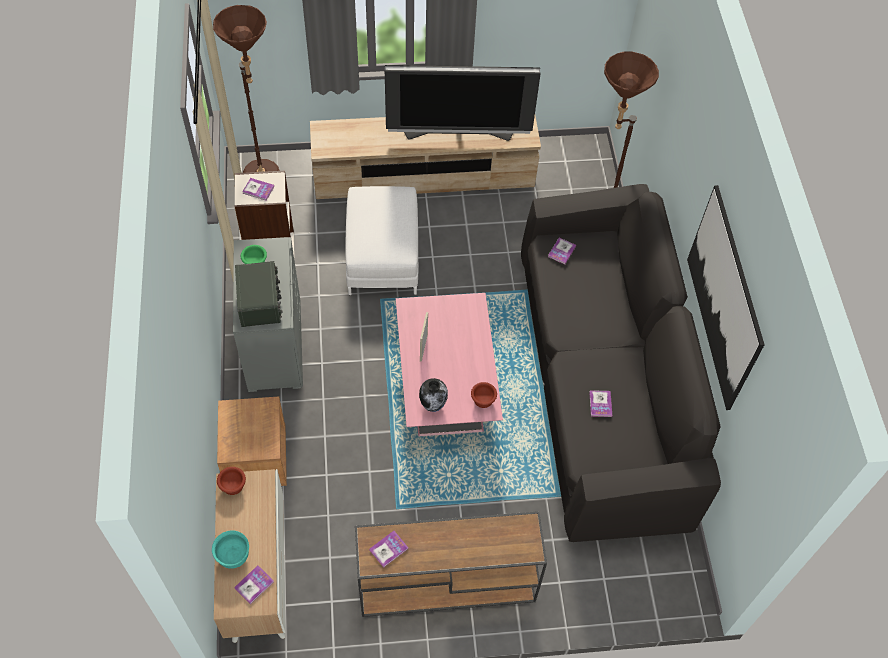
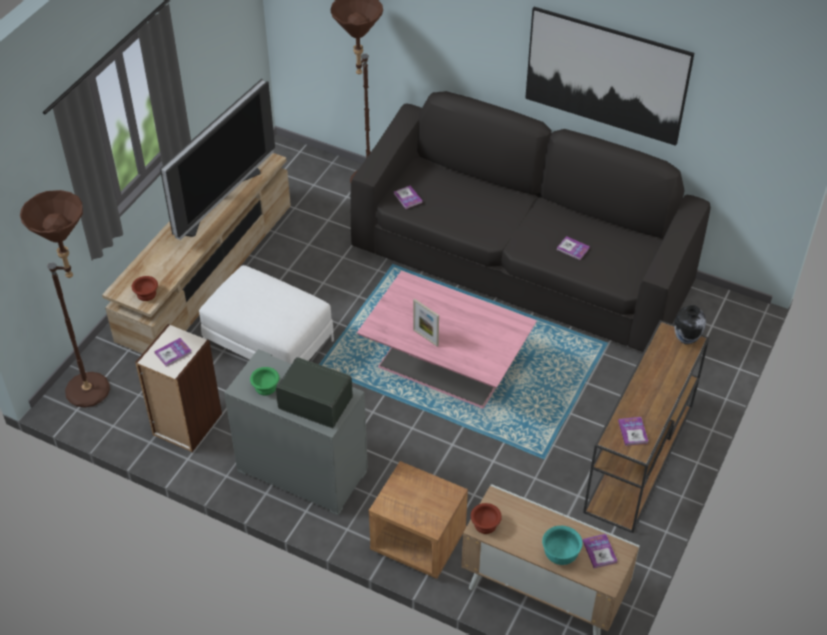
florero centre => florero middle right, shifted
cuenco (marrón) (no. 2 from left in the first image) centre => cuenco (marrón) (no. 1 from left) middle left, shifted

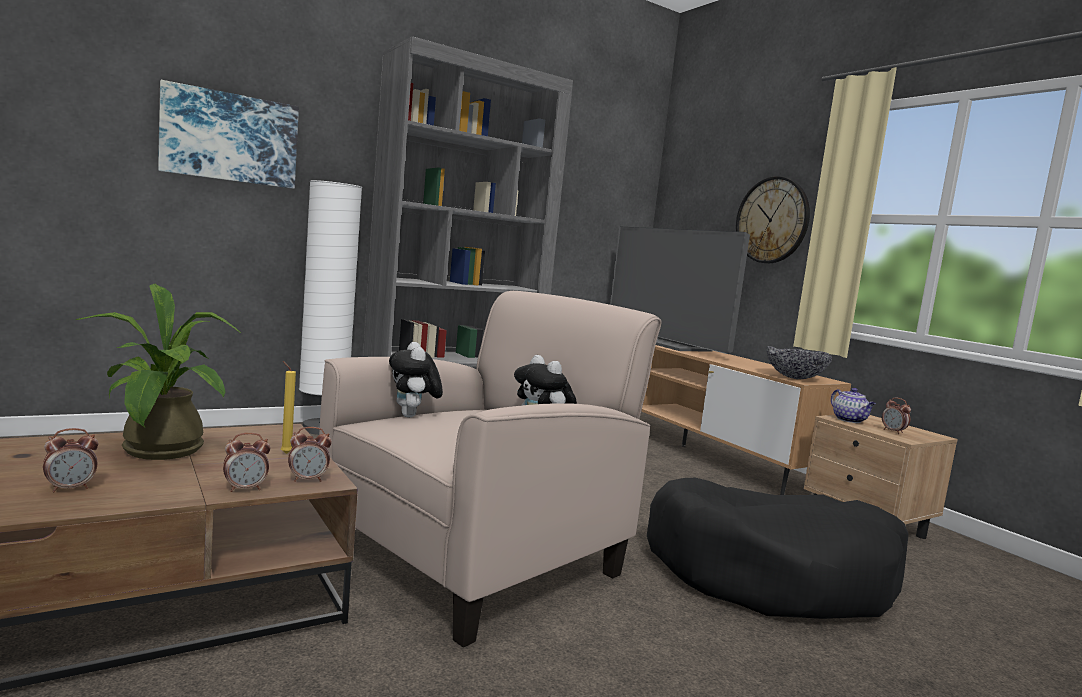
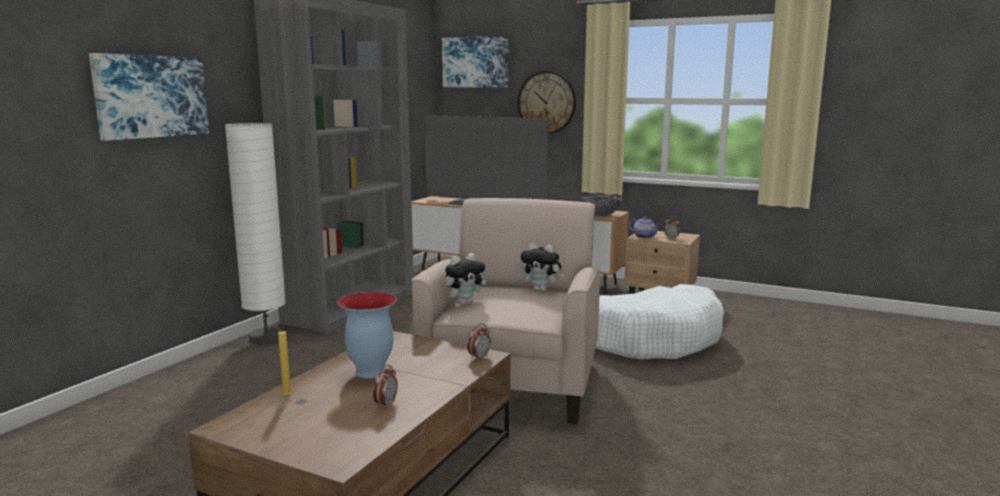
despertador (no. 2 from left) middle left => nothing
nothing => cuadro (no. 2 from left) top centre
vela (amarillo) middle left => vela (amarillo) bottom left, shifted
planta en maceta middle left => florero bottom centre
cama para perro (negro) bottom right => cama para perro (blanco) centre
peluche (no. 1 from left) centre, 75 degrees counterclockwise

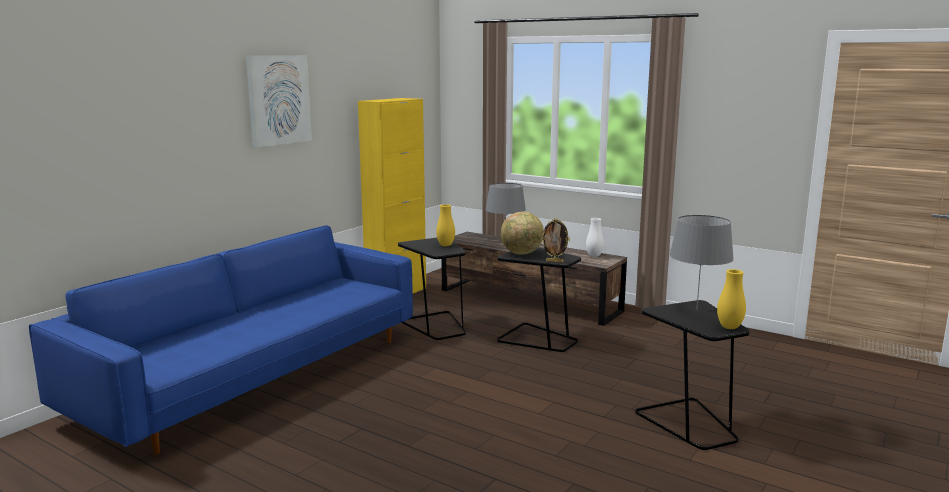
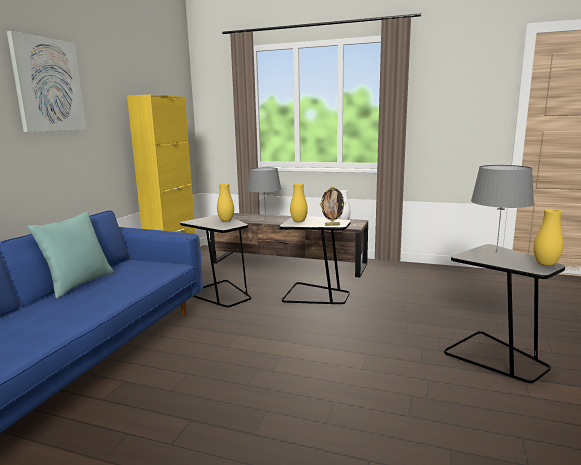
nothing => cojín (turquesa) middle left
globo terráqueo centre => florero (amarillo) (no. 2 from left) centre

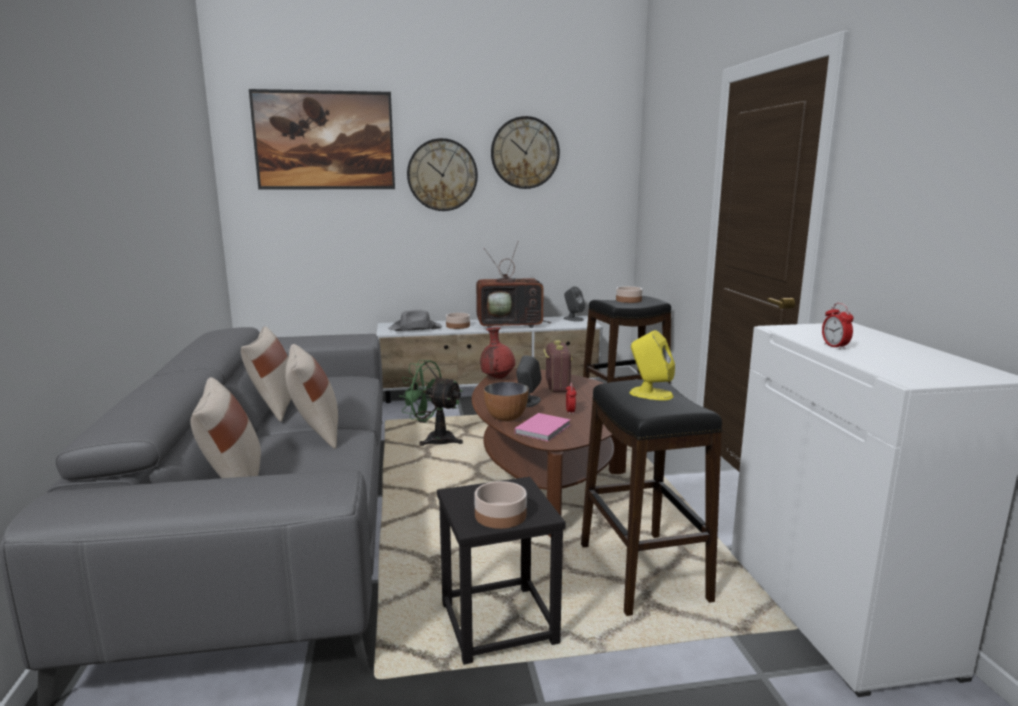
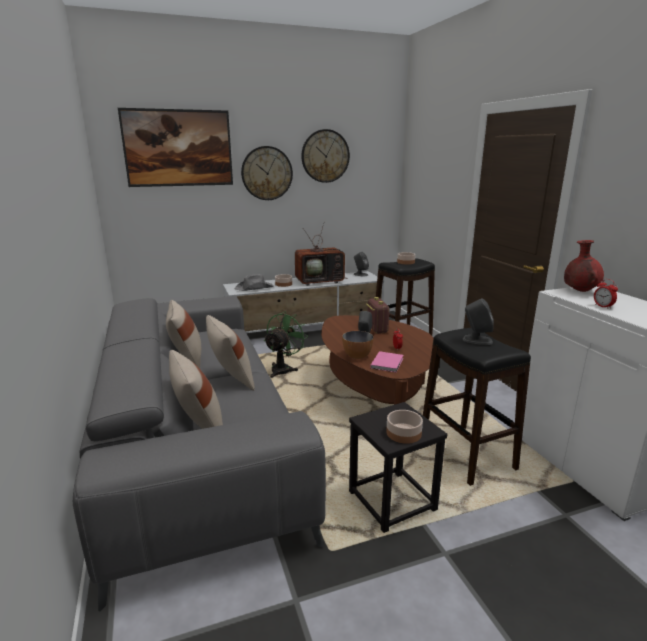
florero (rojo) centre => florero (rojo) middle right, shifted
altavoz (amarillo) centre => altavoz (gris) (no. 3 from left) middle right
ventilador (verde) centre, 105 degrees clockwise

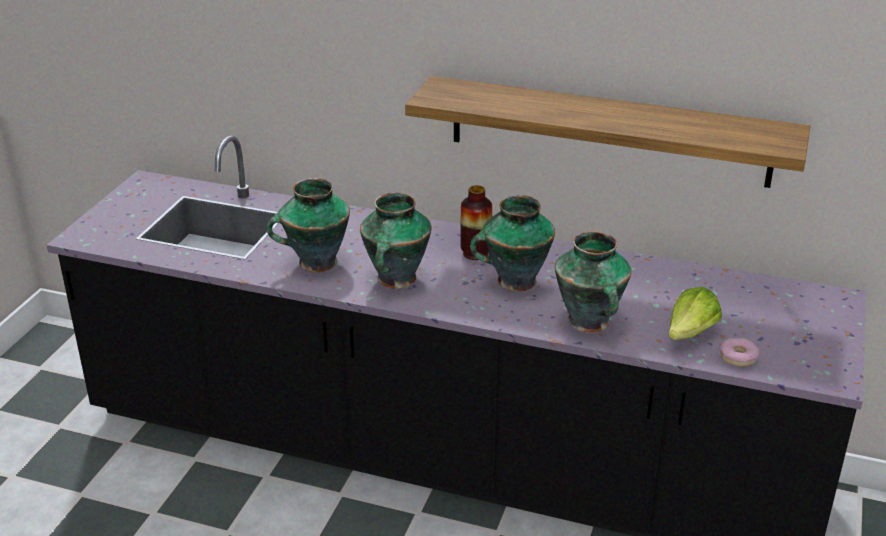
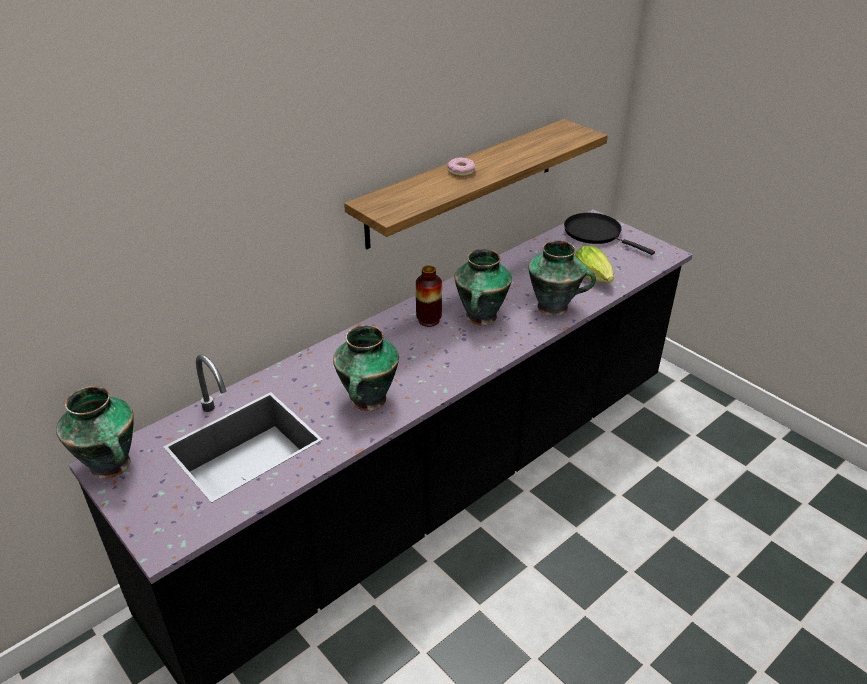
nothing => sartén (negro) middle right
florero (no. 2 from left in the first image) centre => florero (no. 1 from left) middle left, shifted
rosquilla middle right => rosquilla top centre, shifted

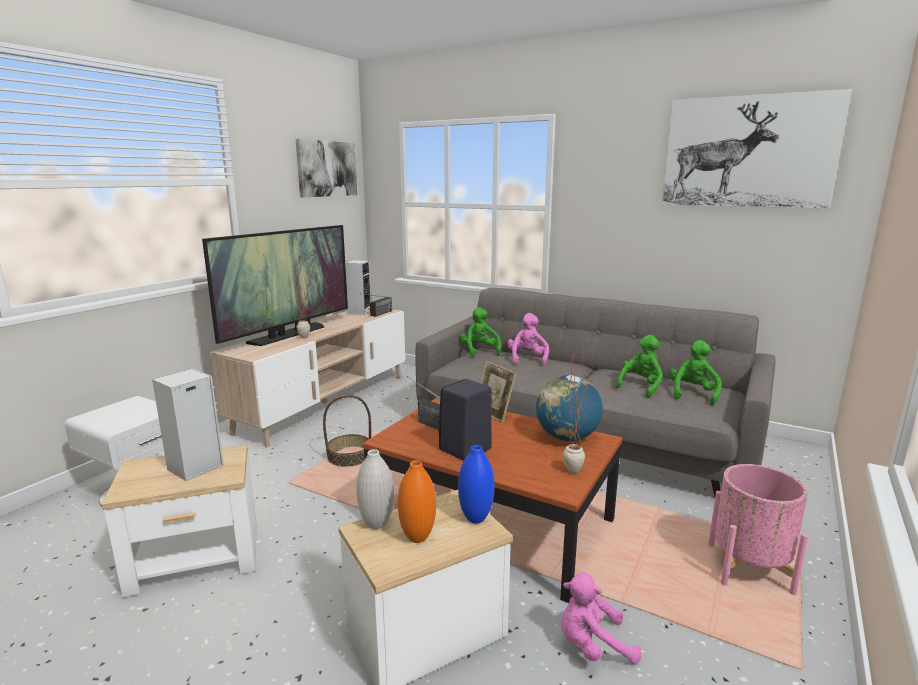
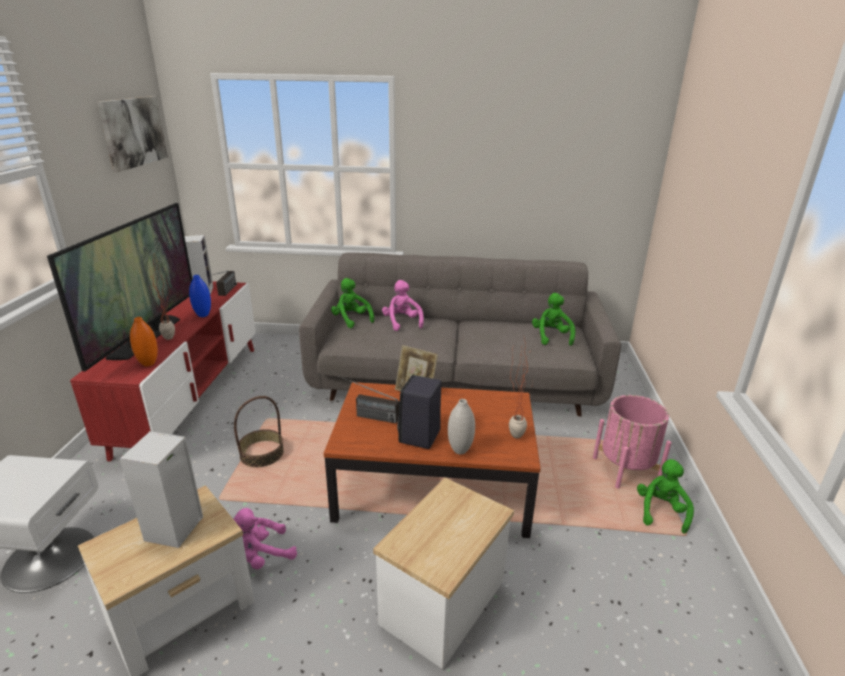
globo terráqueo centre => nothing
cuadro (no. 2 from left) top right => nothing
florero (blanco) bottom centre => florero (blanco) centre, shifted
florero (naranja) bottom centre => florero (naranja) middle left, shifted
florero (azul) bottom centre => florero (azul) middle left, shifted
peluche (rosa) (no. 2 from left in the first image) bottom centre => peluche (rosa) (no. 1 from left) bottom left, shifted
peluche (verde) (no. 2 from left in the first image) middle right => peluche (verde) (no. 3 from left) bottom right, shifted
mueble de televisión (beis) centre => mueble de televisión (rojo) middle left

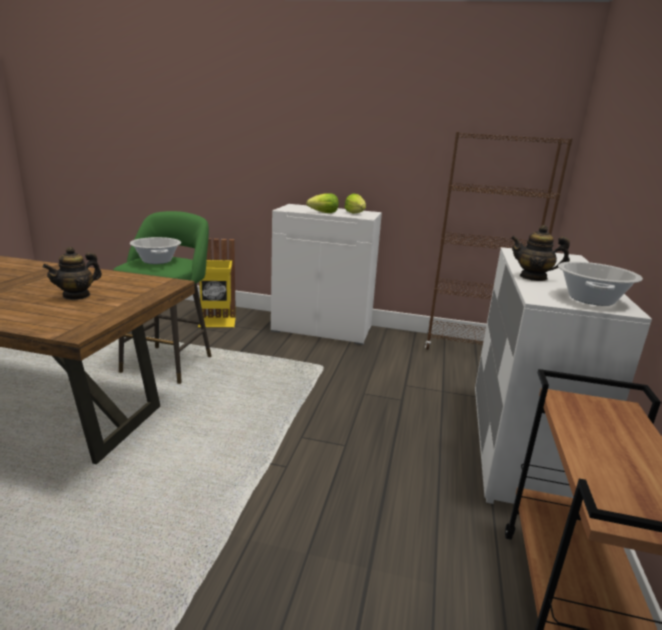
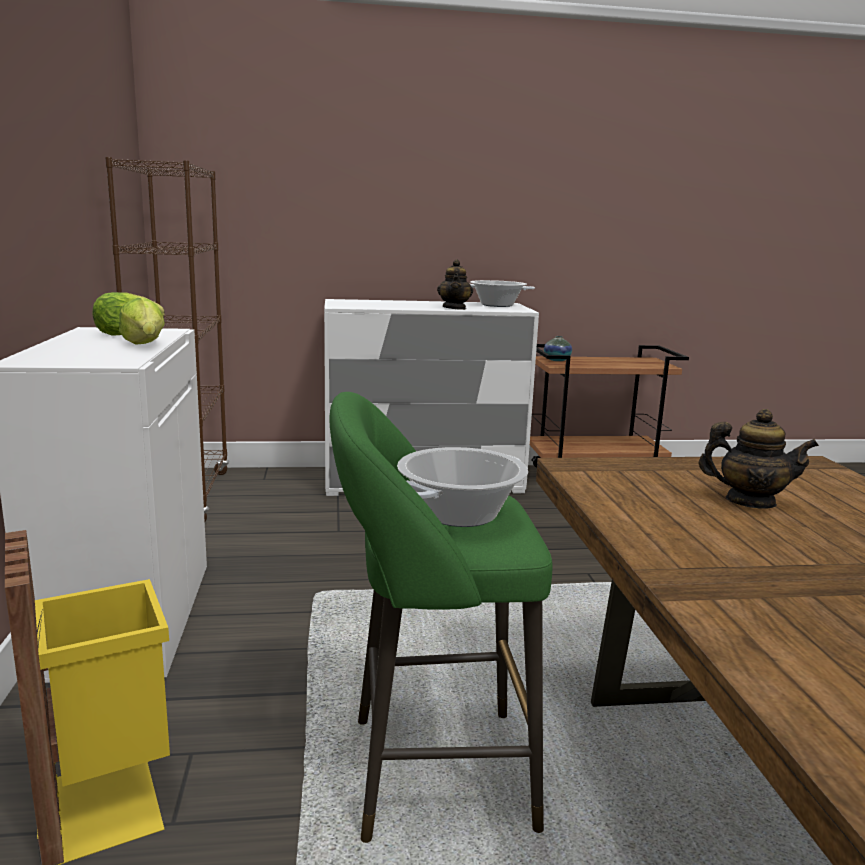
nothing => florero centre

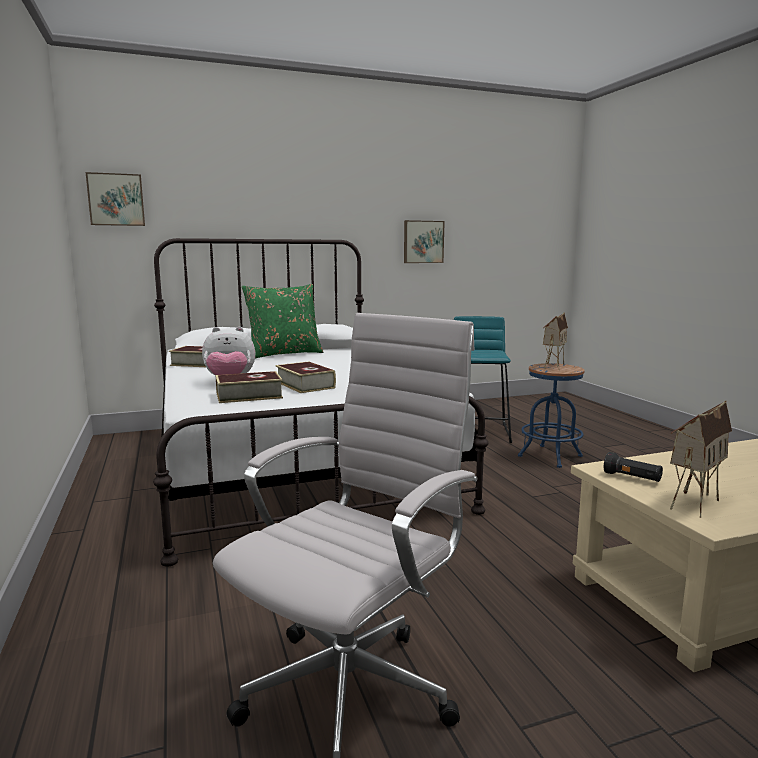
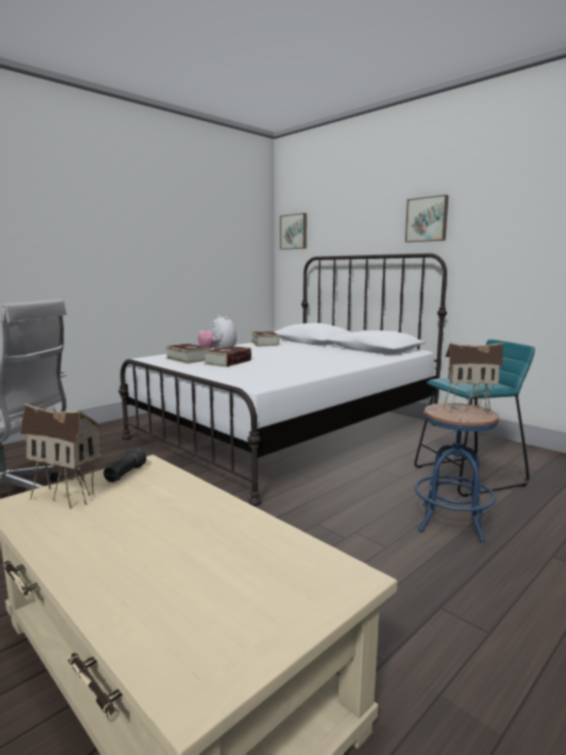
cojín (verde) centre => nothing
cuadro (no. 2 from left) top centre => cuadro (no. 2 from left) top right, shifted

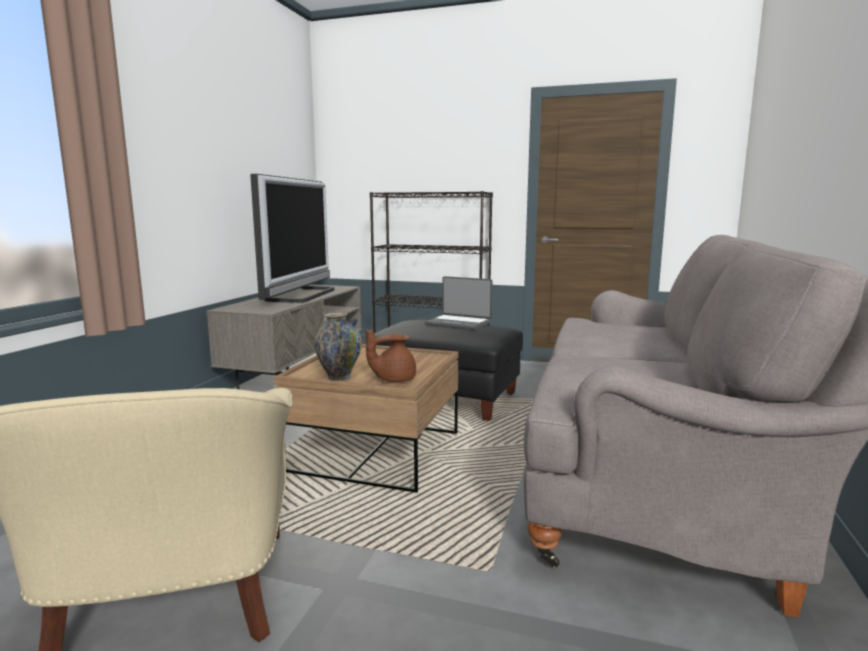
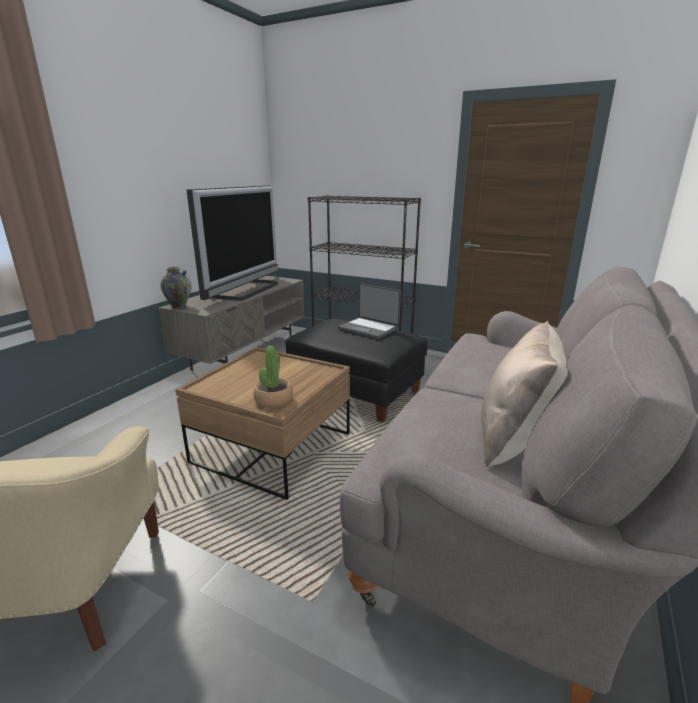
nothing => cojín (beis) middle right
florero centre => florero middle left, shifted
tetera (marrón) centre => planta en maceta centre

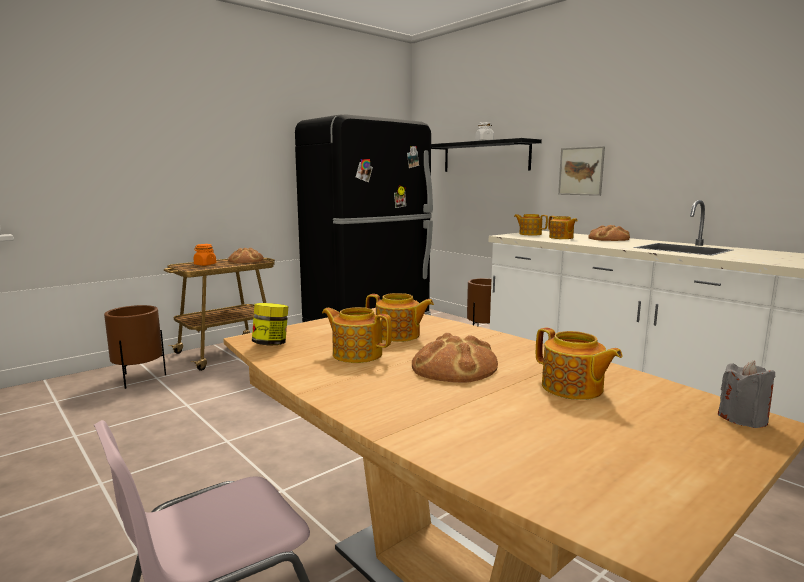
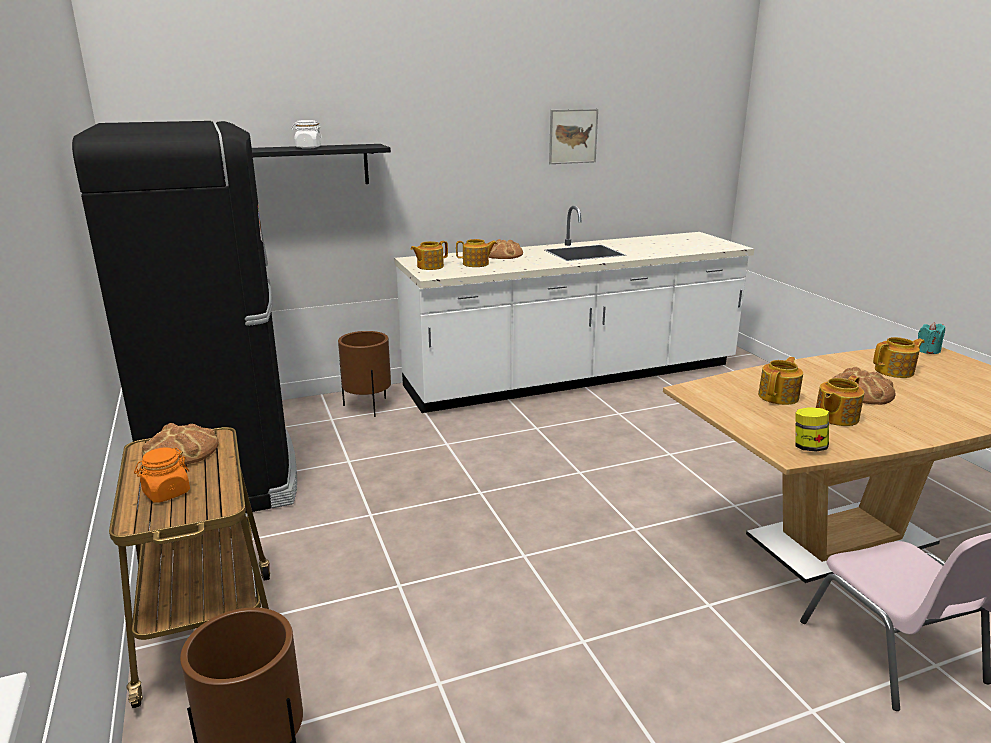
cuadro top right => cuadro top centre, shifted
vela (gris) bottom right => vela (turquesa) middle right

